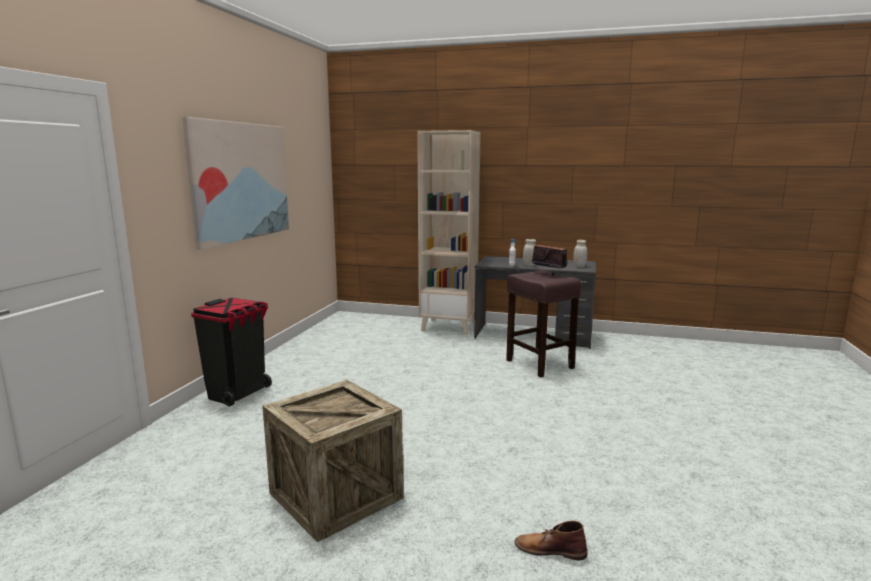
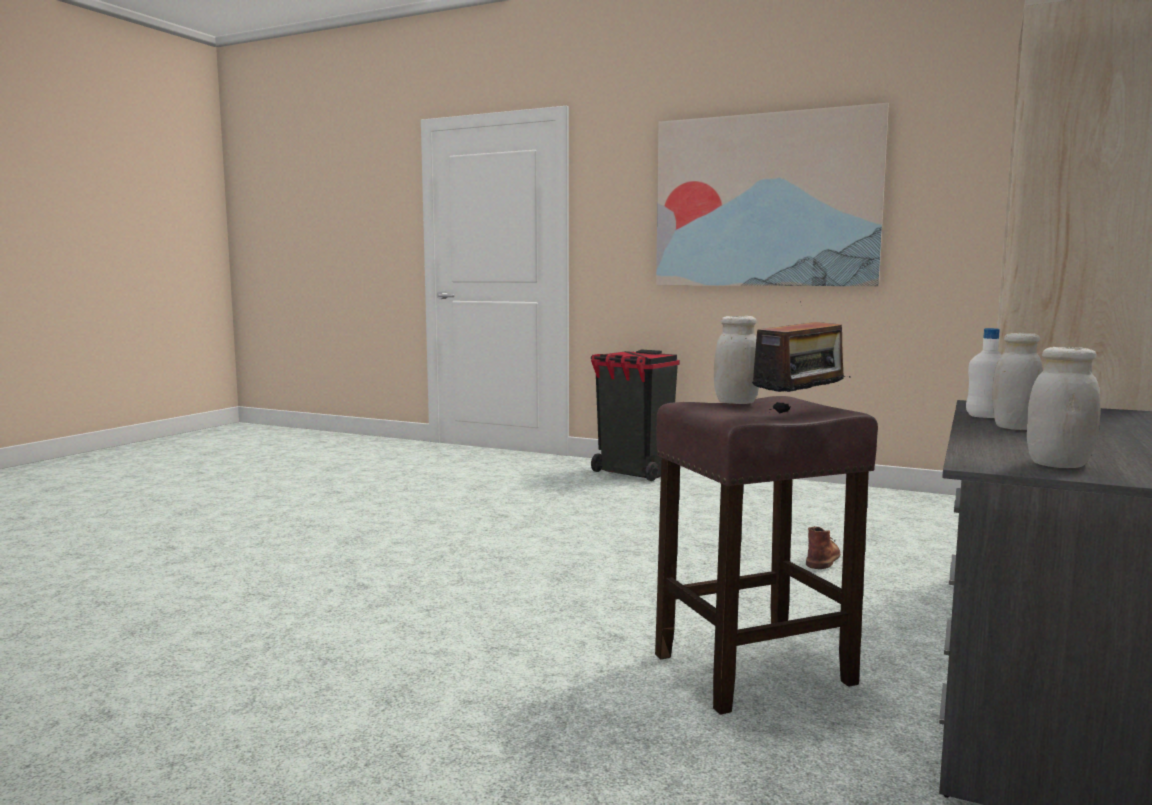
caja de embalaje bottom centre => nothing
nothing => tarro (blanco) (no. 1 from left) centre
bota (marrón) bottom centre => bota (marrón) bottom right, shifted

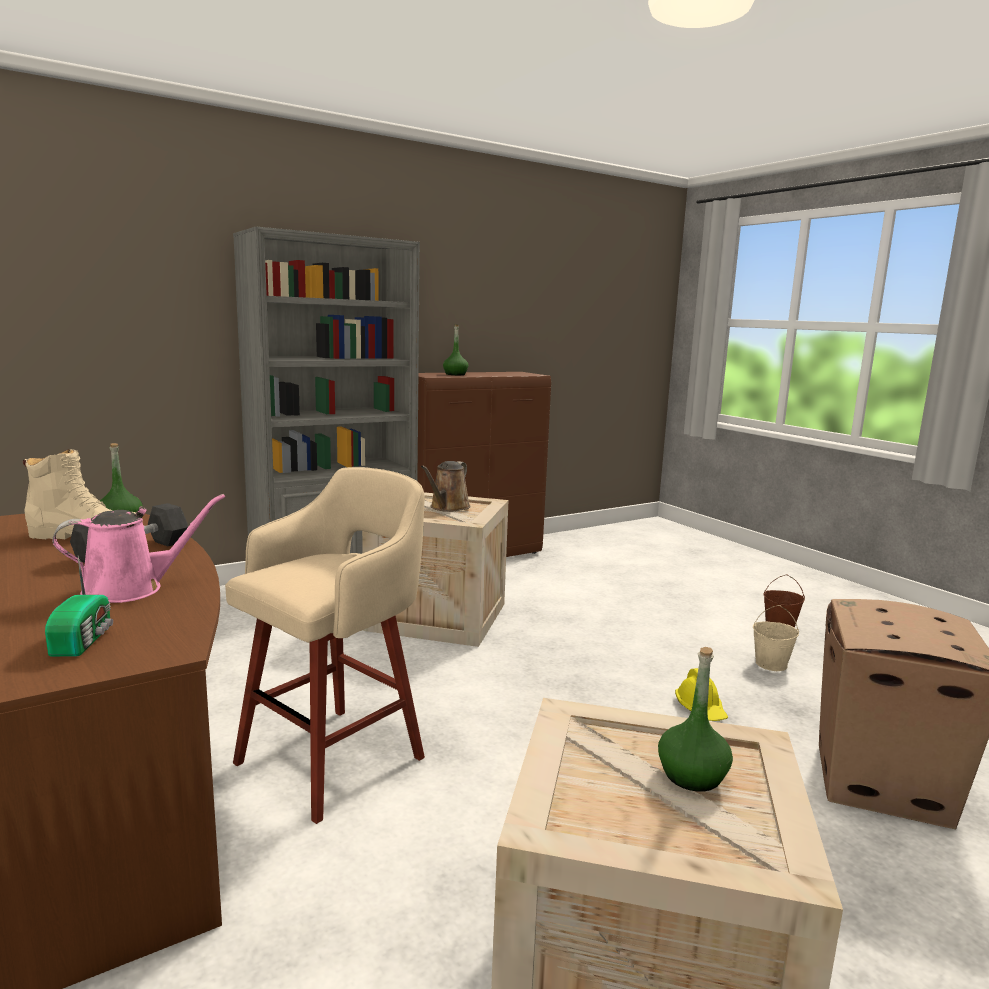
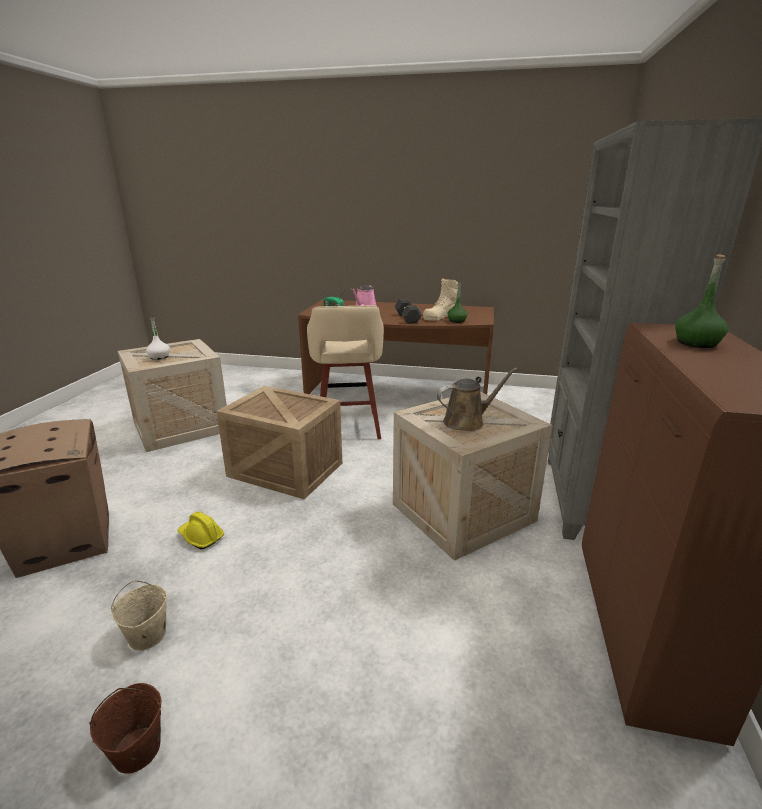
nothing => caja de embalaje (no. 2 from left) centre
botella (verde) (no. 3 from left) bottom right => botella (blanco) middle left
regadera (marrón) centre, 90 degrees clockwise

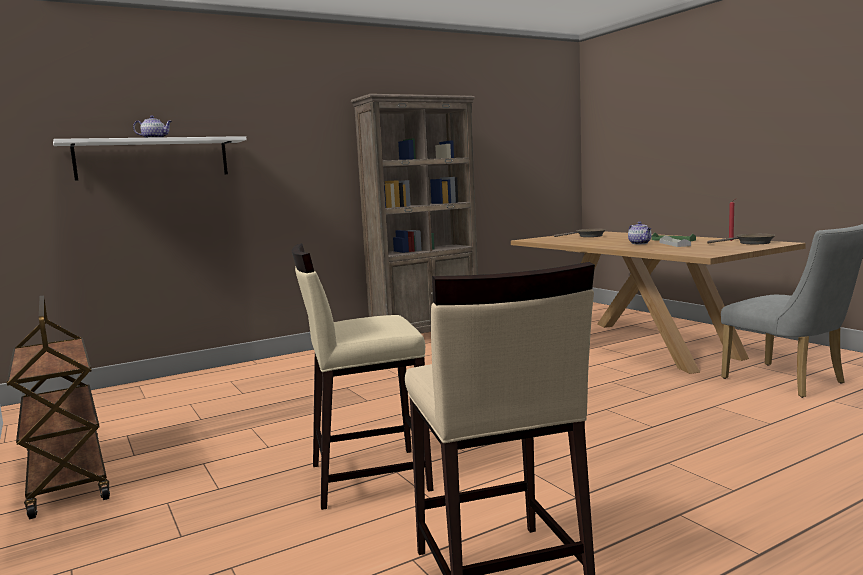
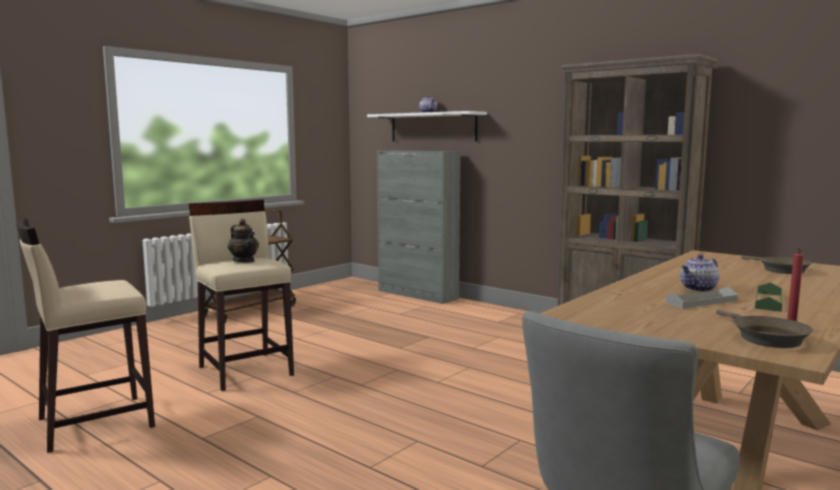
nothing => tetera (no. 1 from left) middle left
nothing => armario (gris) centre

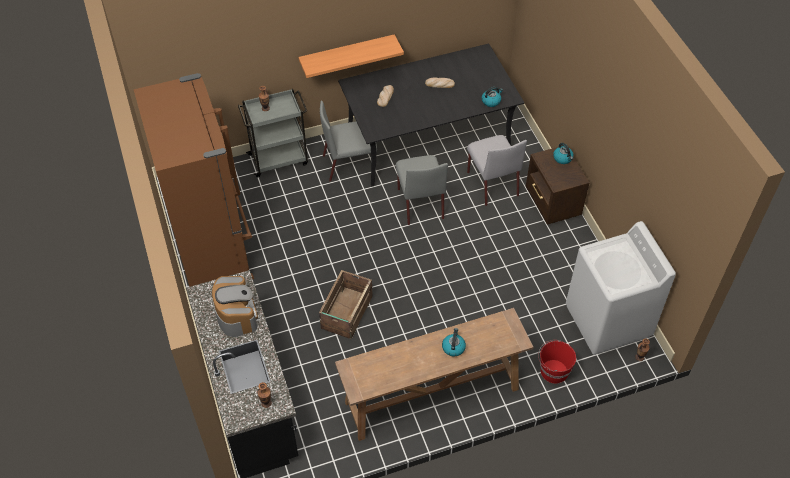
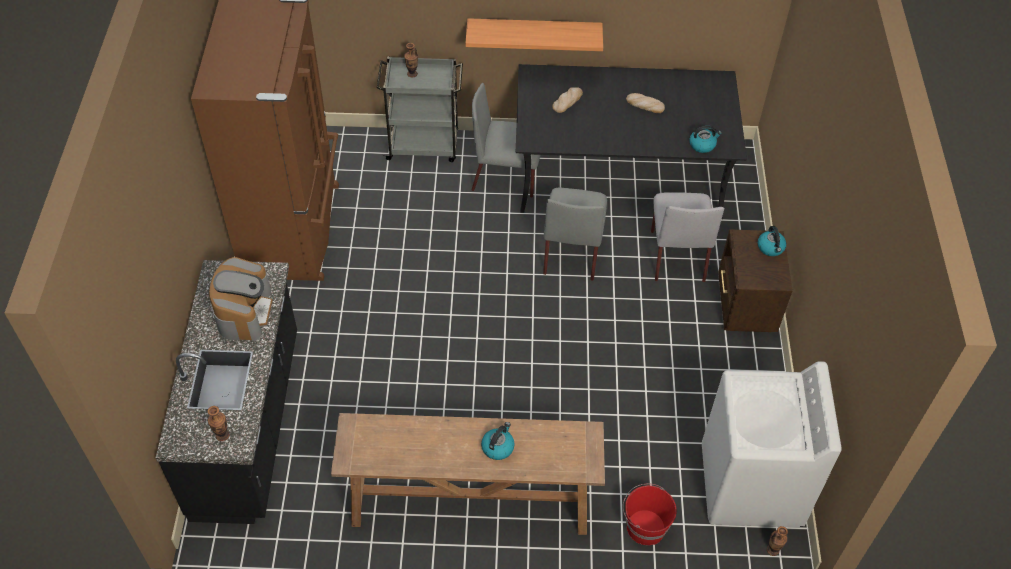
caja de embalaje centre => nothing

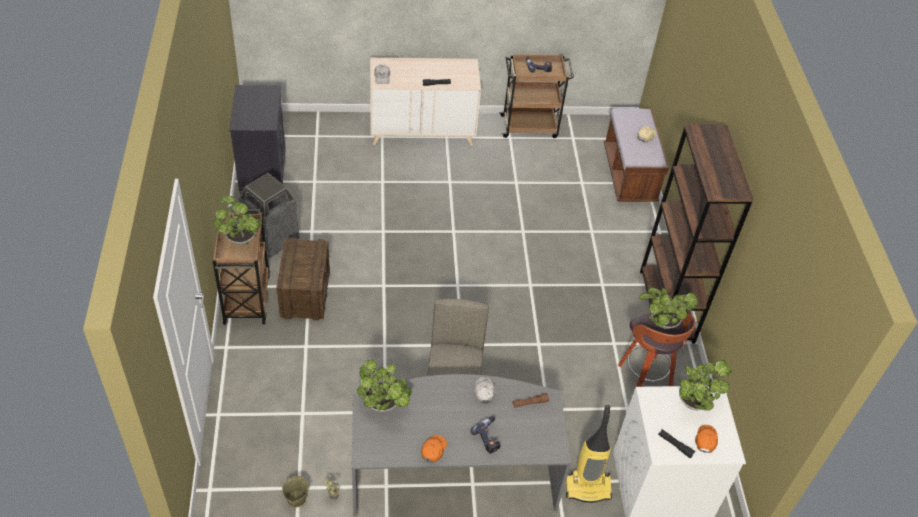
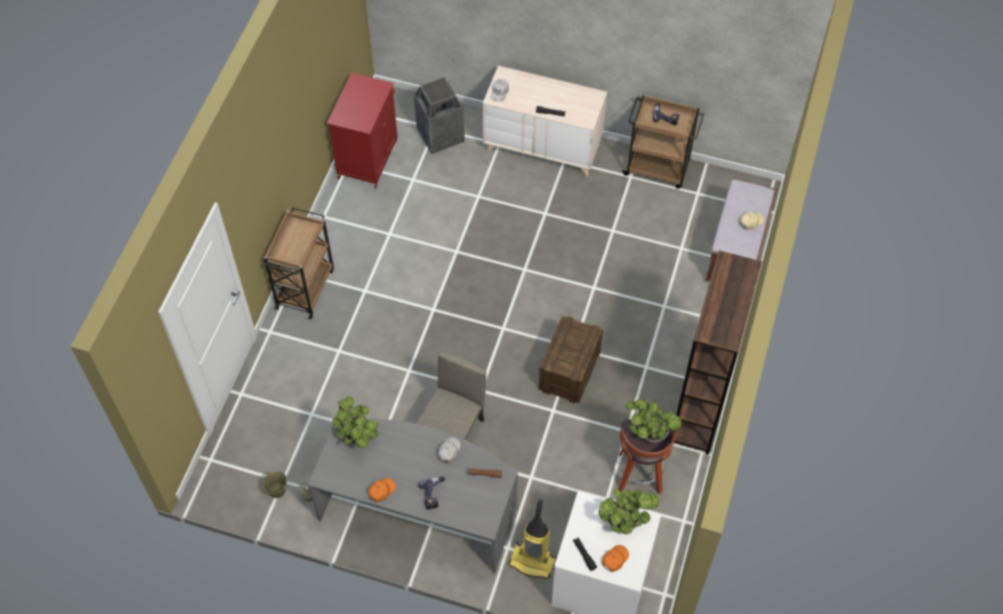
planta en maceta (no. 1 from left) middle left => nothing
papelera middle left => papelera top centre, shifted
caja de embalaje middle left => caja de embalaje centre, shifted
armario (negro) top left => armario (rojo) top centre

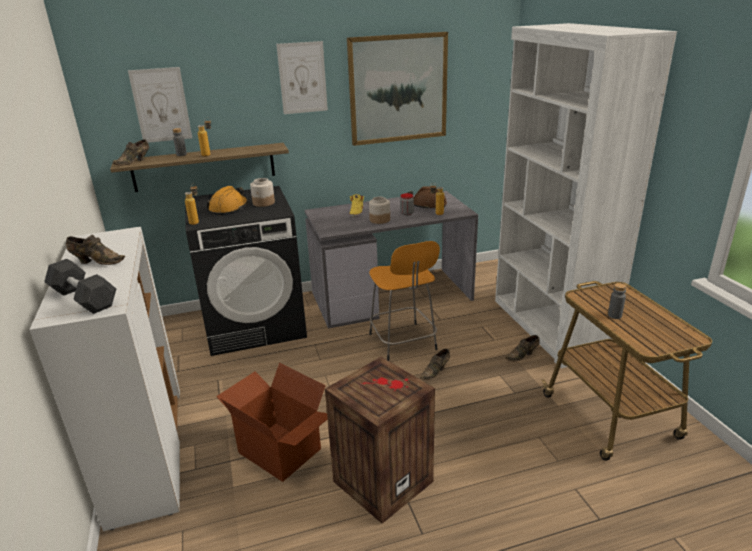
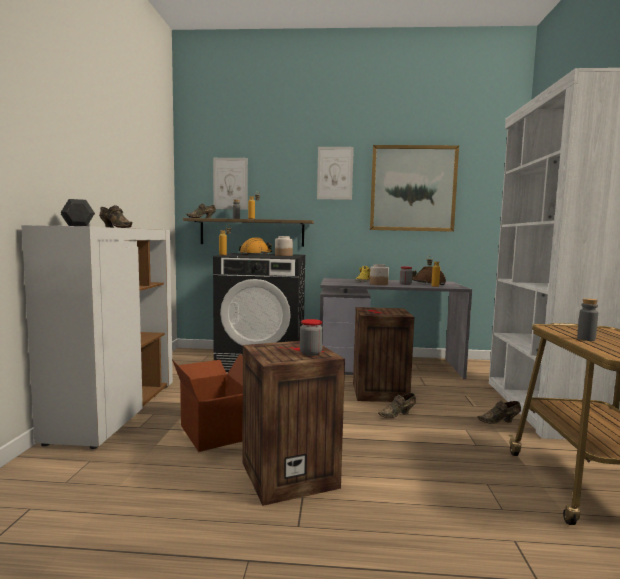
nothing => tarro (no. 2 from left) centre
taburete (naranja) centre => caja de embalaje (no. 2 from left) centre

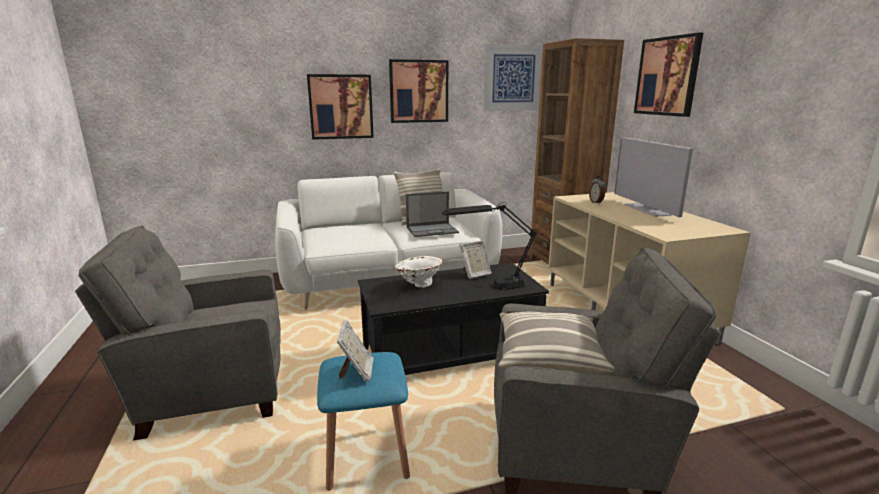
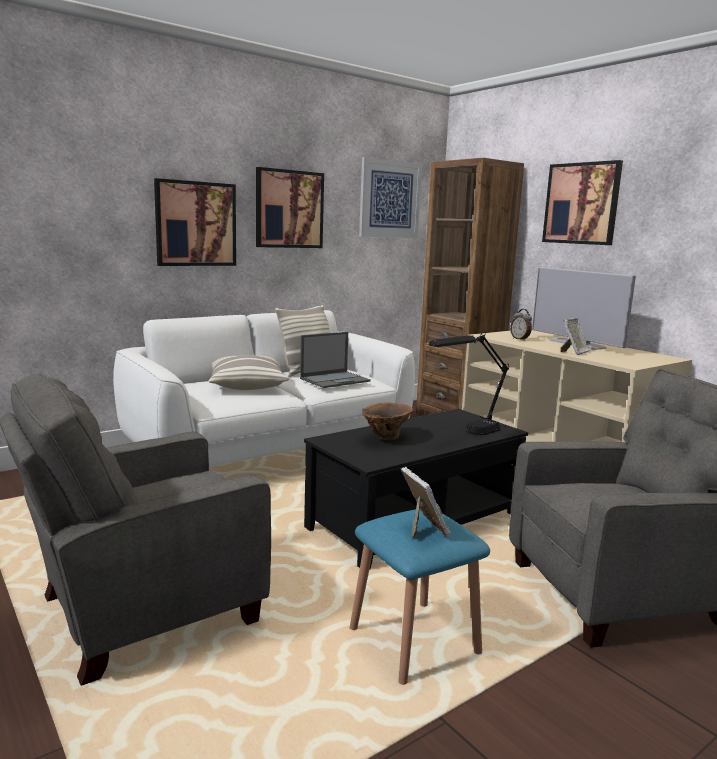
portarretratos (no. 2 from left) centre => portarretratos (no. 2 from left) middle right, shifted
cojín (no. 2 from left in the first image) bottom centre => cojín (no. 1 from left) centre, shifted
florero (blanco) centre => florero (marrón) centre

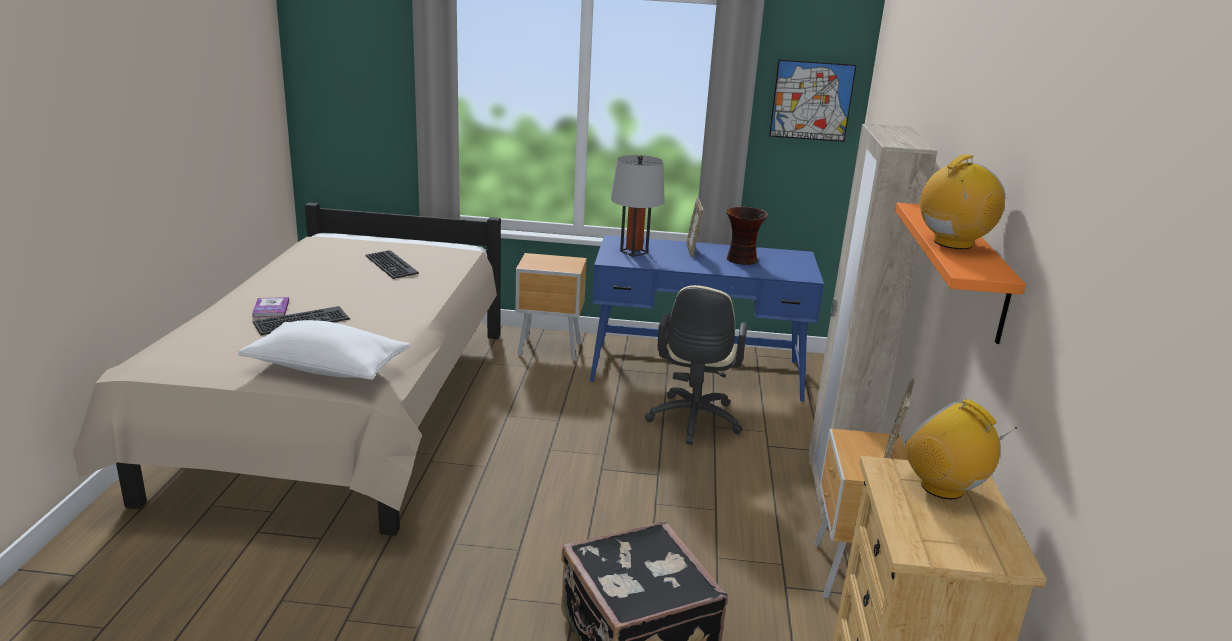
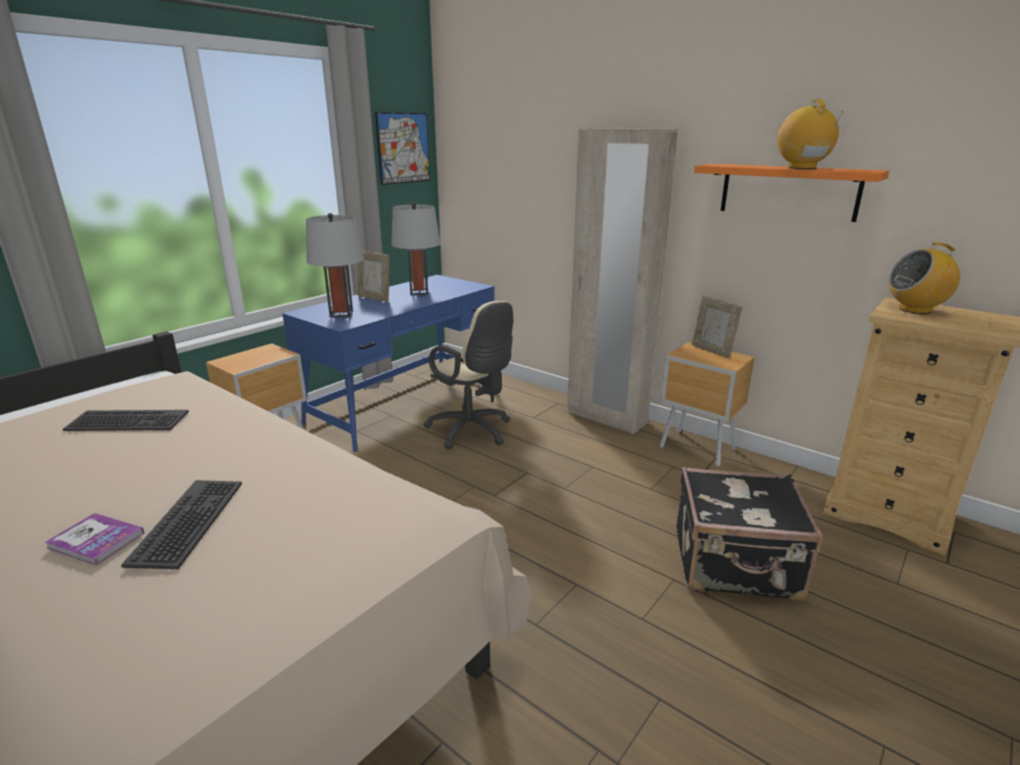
cojín (blanco) middle left => nothing
florero centre => lámpara de mesa (gris) (no. 2 from left) top centre

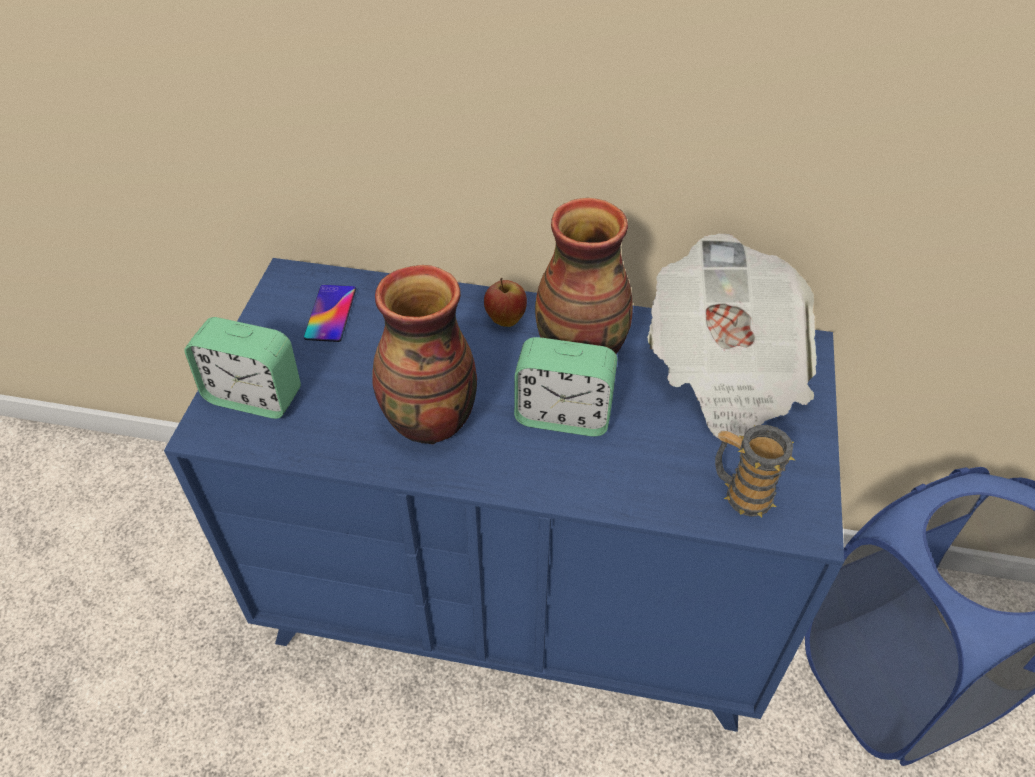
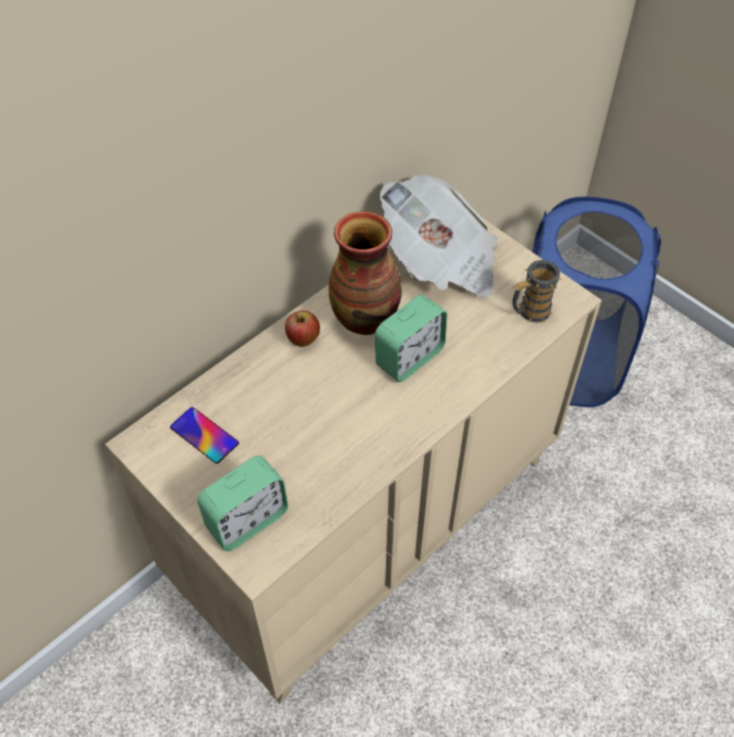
florero (no. 1 from left) centre => nothing
cómoda (azul) centre => cómoda (beis) centre

